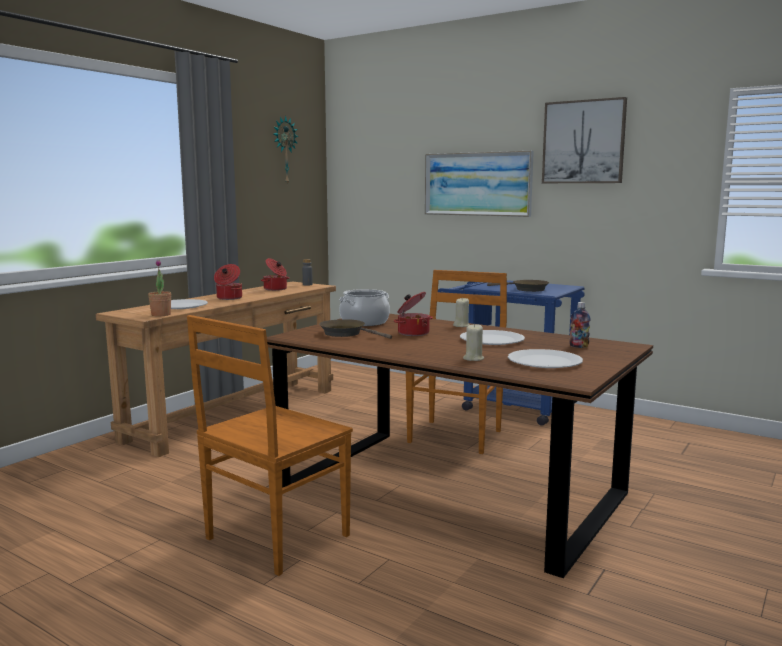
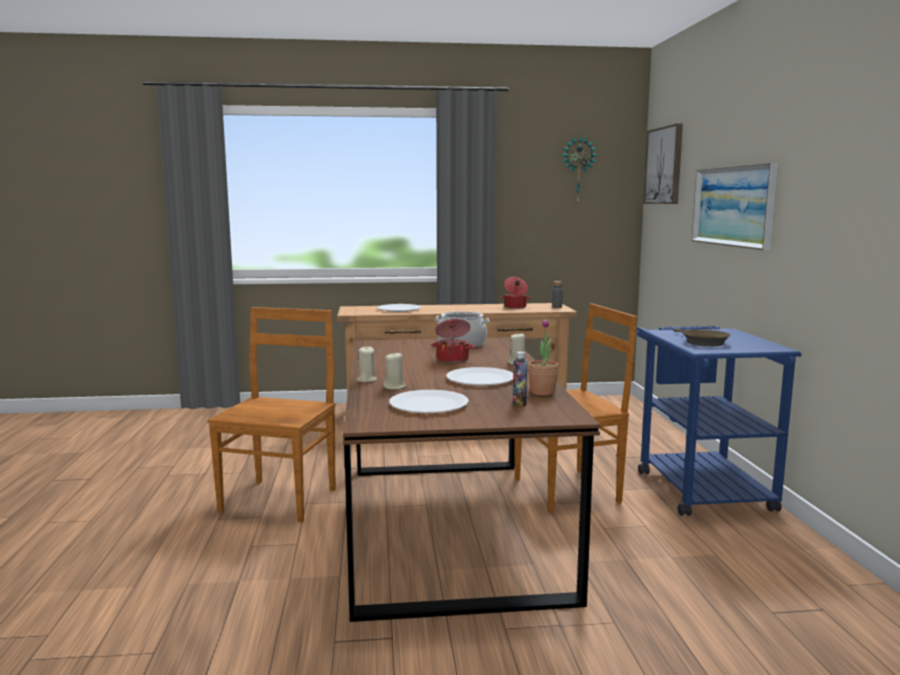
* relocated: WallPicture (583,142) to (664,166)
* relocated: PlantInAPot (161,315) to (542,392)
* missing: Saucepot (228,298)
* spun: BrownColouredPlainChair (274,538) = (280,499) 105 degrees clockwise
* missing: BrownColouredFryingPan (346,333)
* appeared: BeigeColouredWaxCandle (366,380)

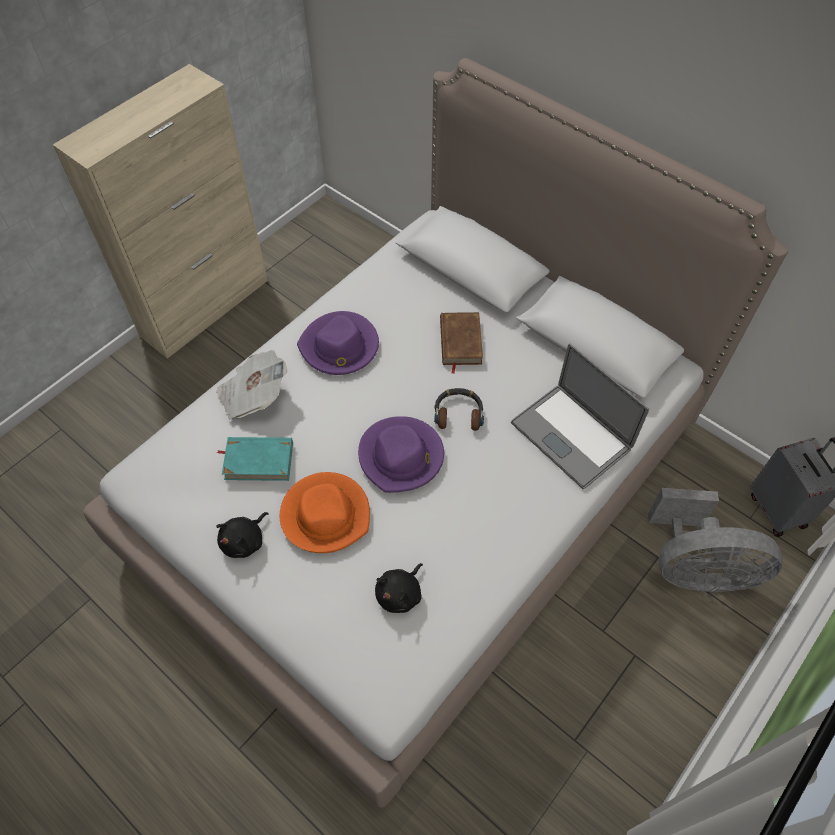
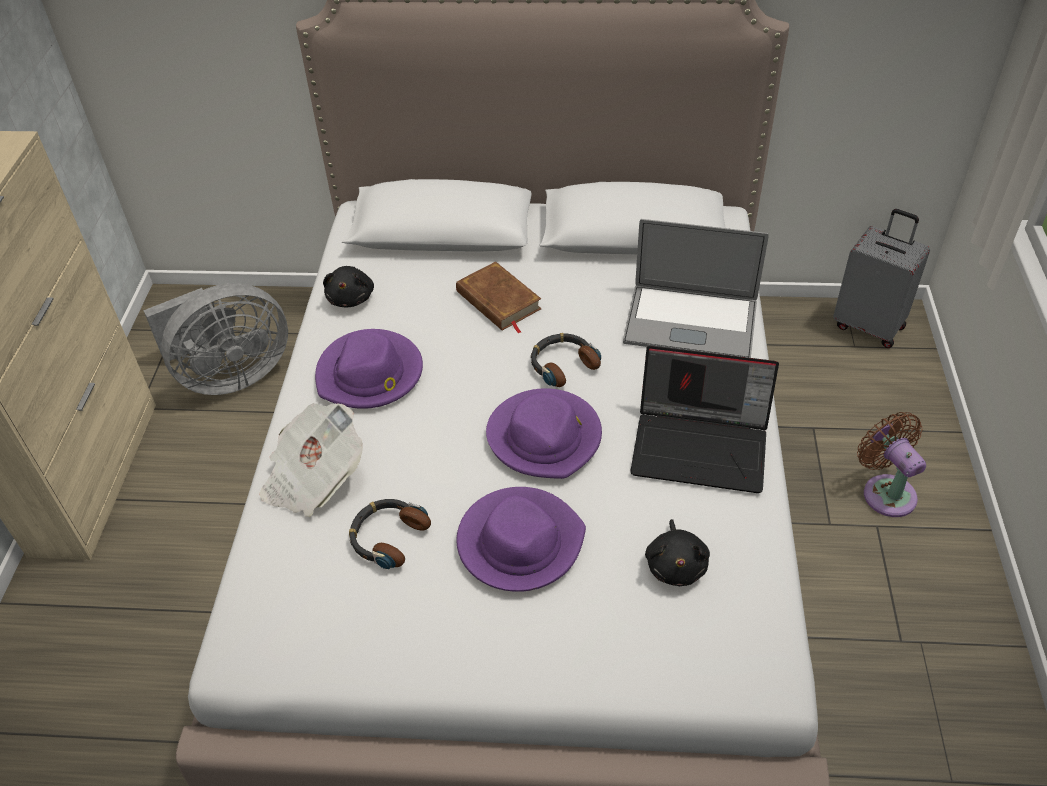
* exchanged: TurquoiseBoundBook (258,460) to PairOfHeadphones (388,537)
* colour: OrangeColouredHat (326,514) to PurpleColouredHat (519,542)
* relocated: GreyishCoolingFan (696,569) to (230,375)
* relocated: BlackCuddlyToy (245,541) to (351,298)
* appeared: NotebookComputer (702,445)
* appeared: BrownColouredCoolingFan (886,491)

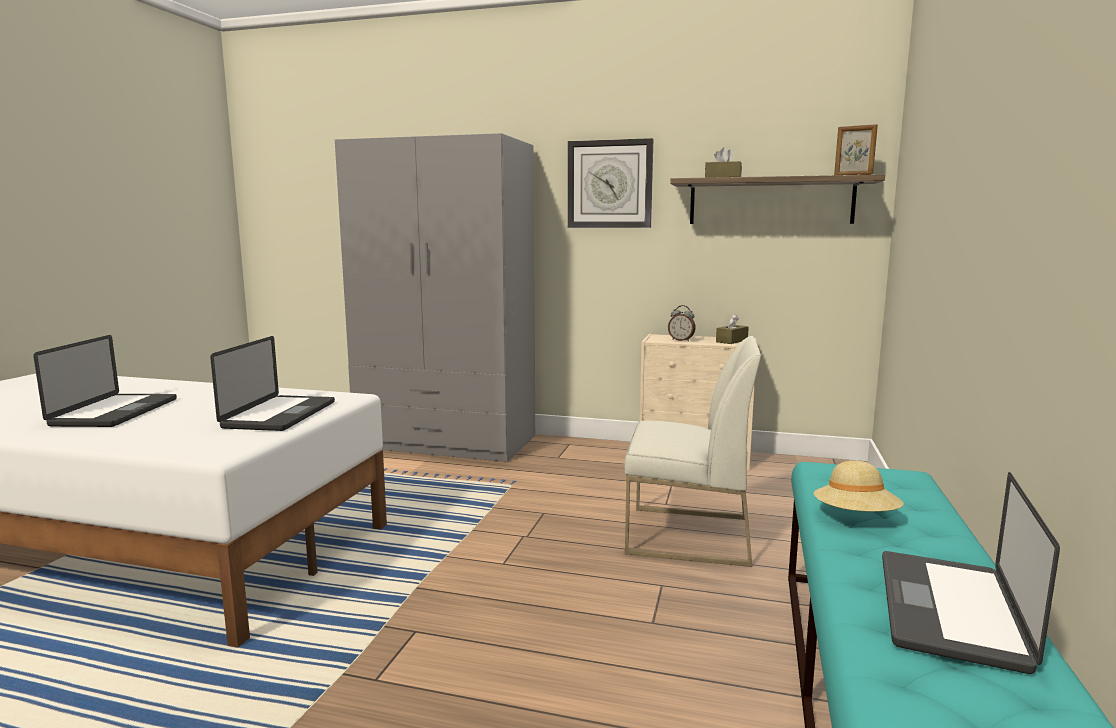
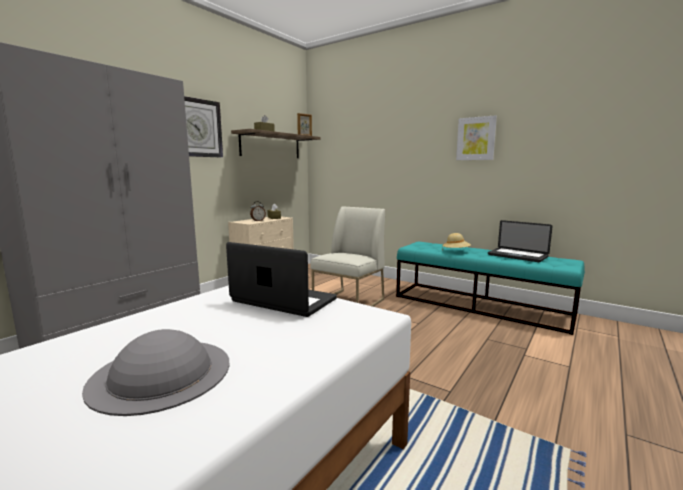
* exchanged: NotebookComputer (115,412) to GreyishHat (161,373)
* appeared: WallPicture (476,138)

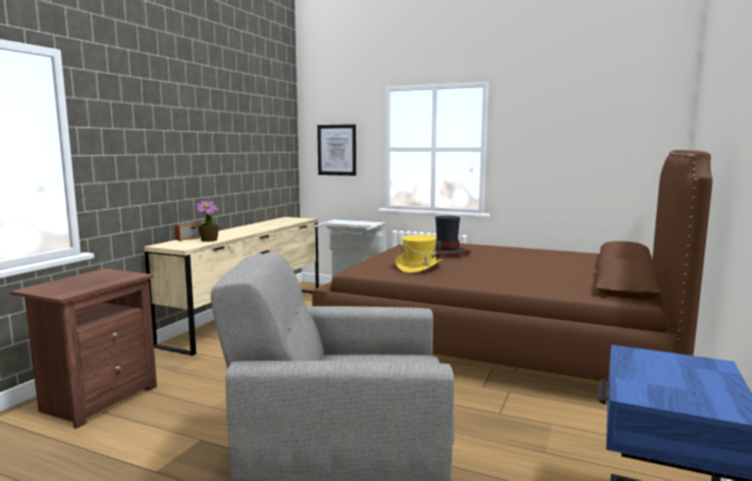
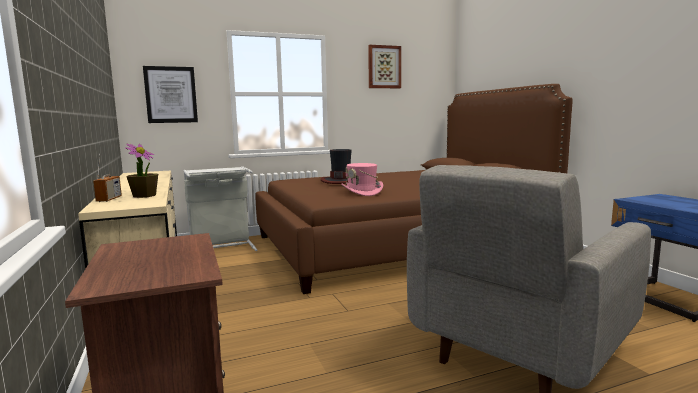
* colour: YellowishHat (419,267) to PinkishHat (362,192)
* appeared: WallPicture (384,67)

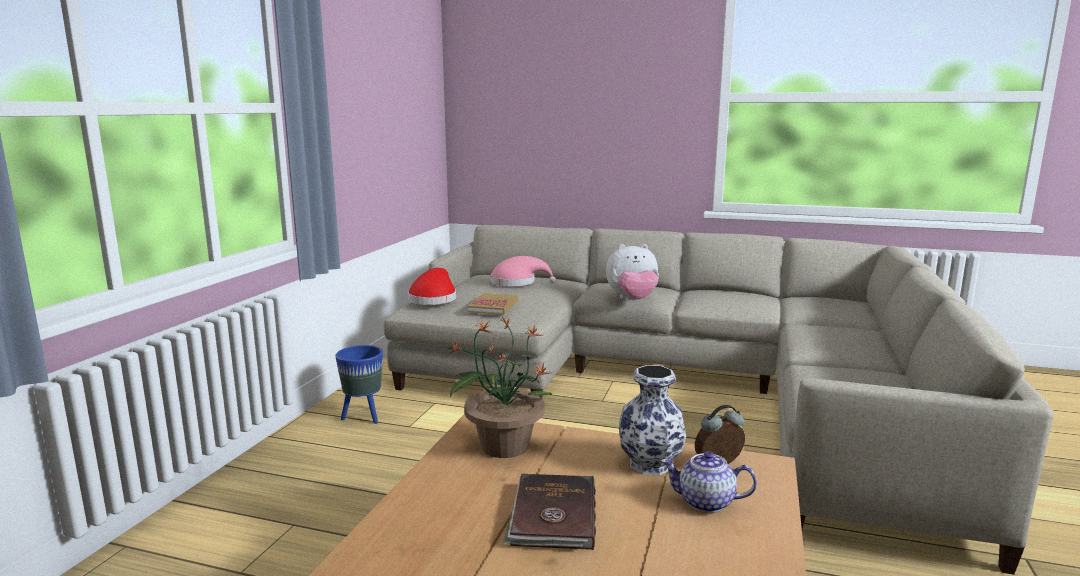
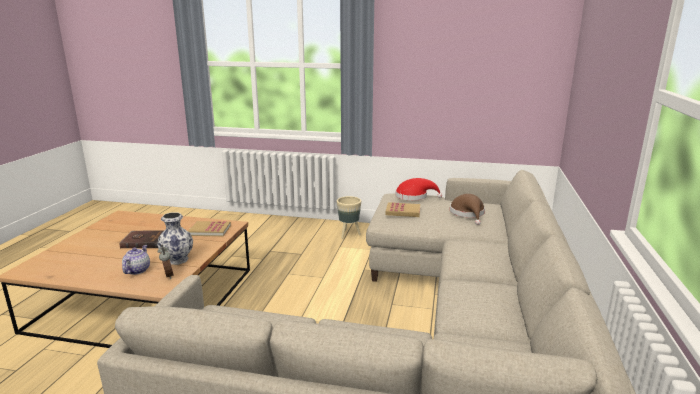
* missing: CuddlyToy (632,300)
* colour: PinkishHat (517,282) to BrownColouredHat (468,213)
* exchanged: PlantInAPot (503,445) to BoundBook (209,230)
* colour: BlueColouredPlanter (363,417) to BeigeColouredPlanter (348,234)

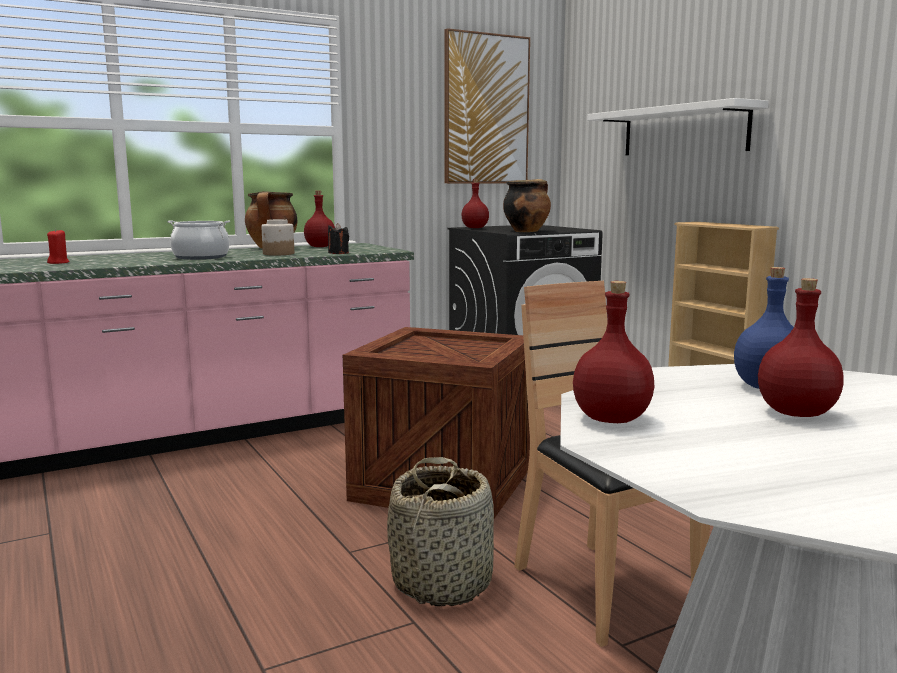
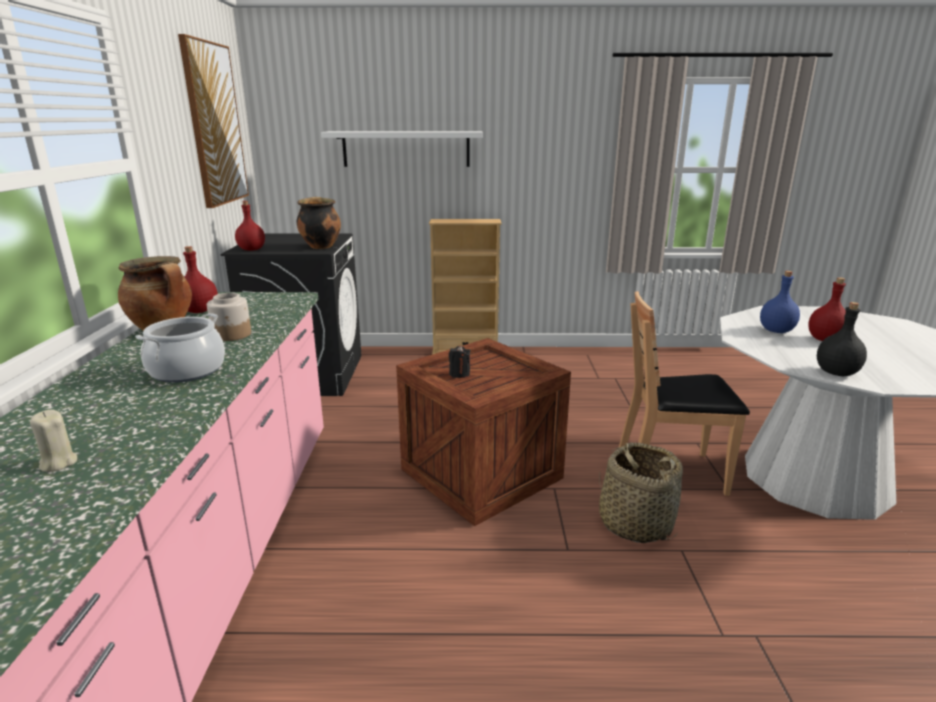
* relocated: BlackWaxCandle (338,253) to (459,374)
* colour: RedWaxCandle (58,263) to BeigeColouredWaxCandle (58,463)
* colour: RedBottle (612,419) to BlackBottle (837,372)

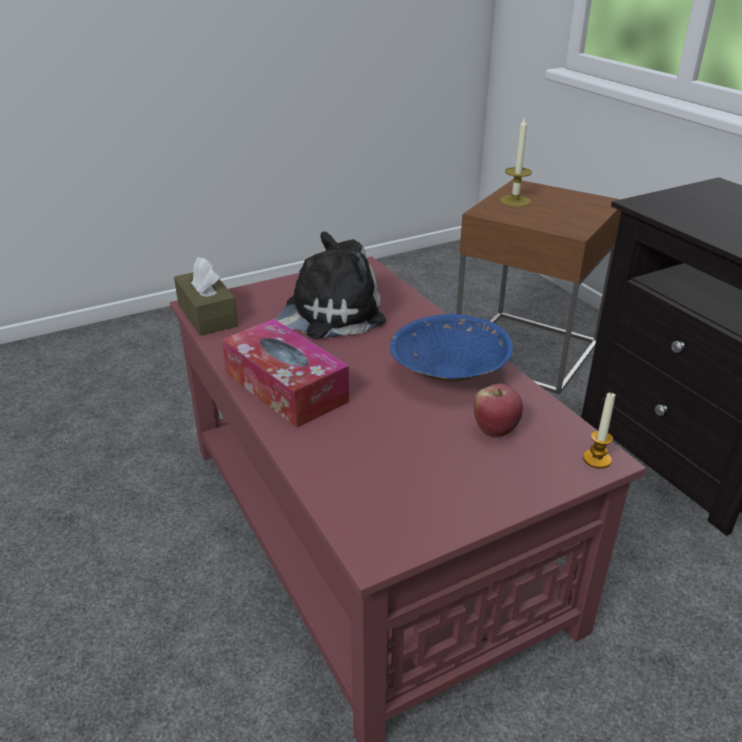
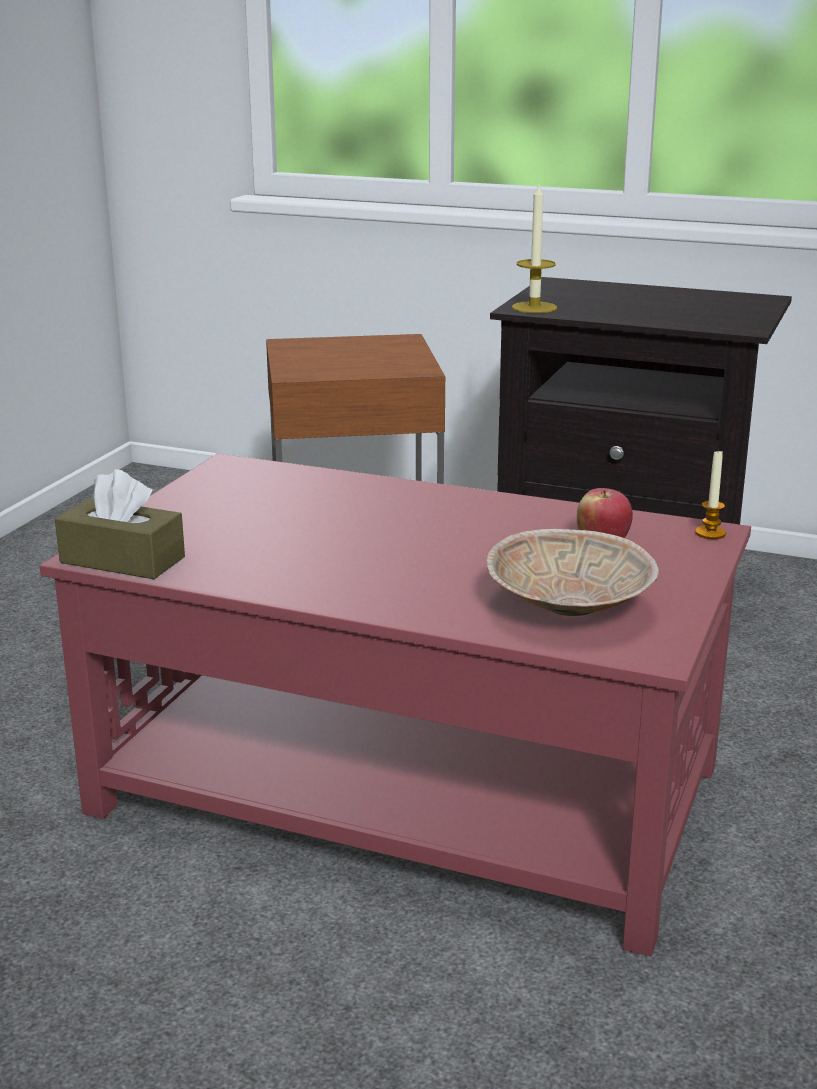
* relocated: WaxCandle (515,201) to (534,307)
* missing: CuddlyToy (327,314)
* missing: BlueColouredDeepDish (448,373)
* missing: TissueHolder (286,387)
* appeared: BeigeColouredDeepDish (569,609)

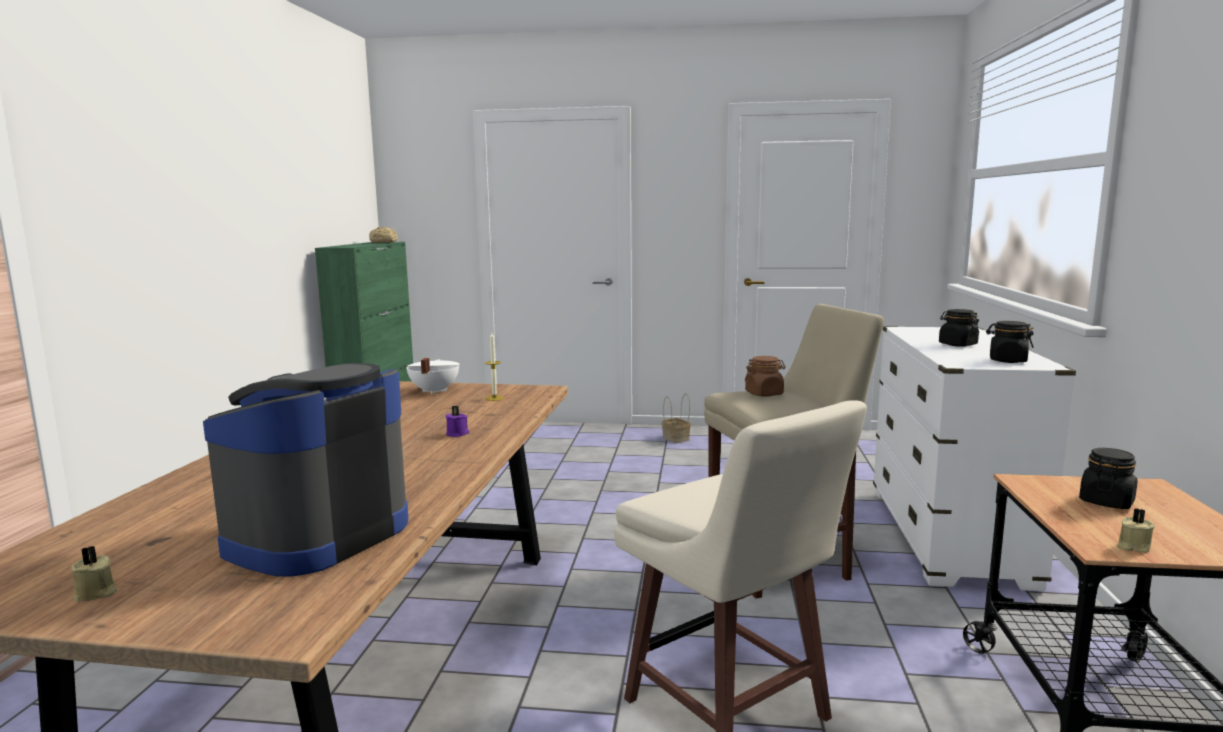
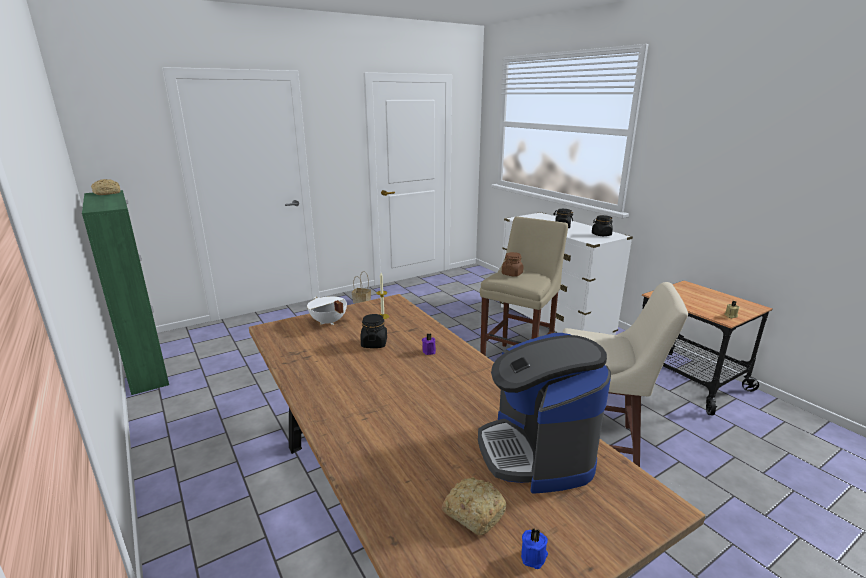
* relocated: BlackPreserveJar (1106,501) to (374,343)
* colour: BeigeColouredWaxCandle (96,593) to BlueColouredWaxCandle (534,556)
* appeared: BakeryBread (473,512)

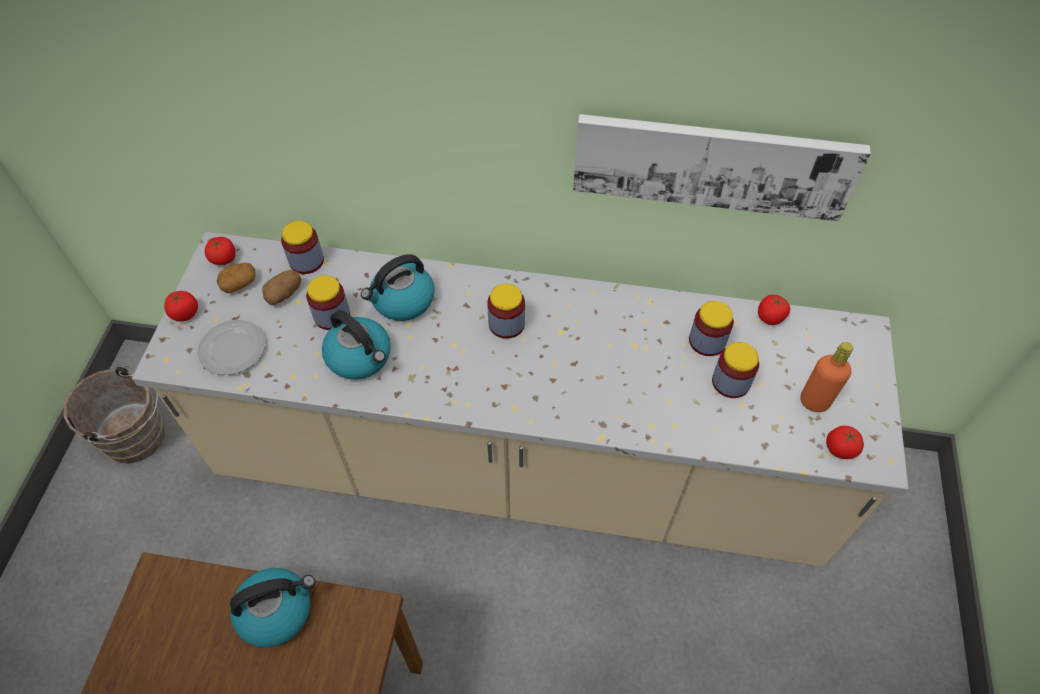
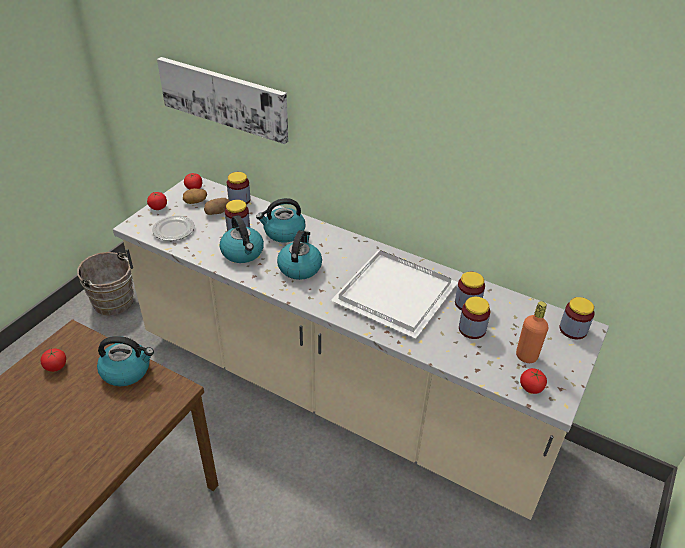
* relocated: WallPicture (713,164) to (224,98)
* relocated: PreserveJar (506,324) to (573,329)
* relocated: Tomato (770,317) to (56,366)
* appeared: Kettle (299,267)
* appeared: WhiteServingTray (392,294)

